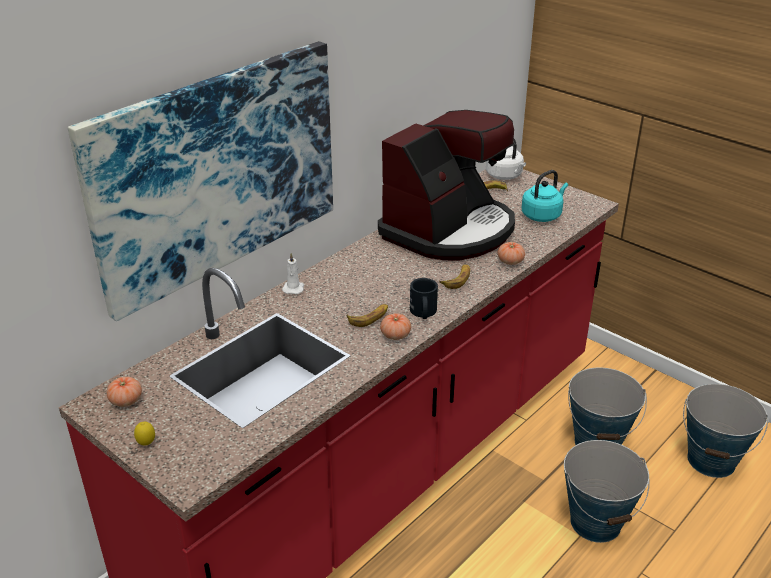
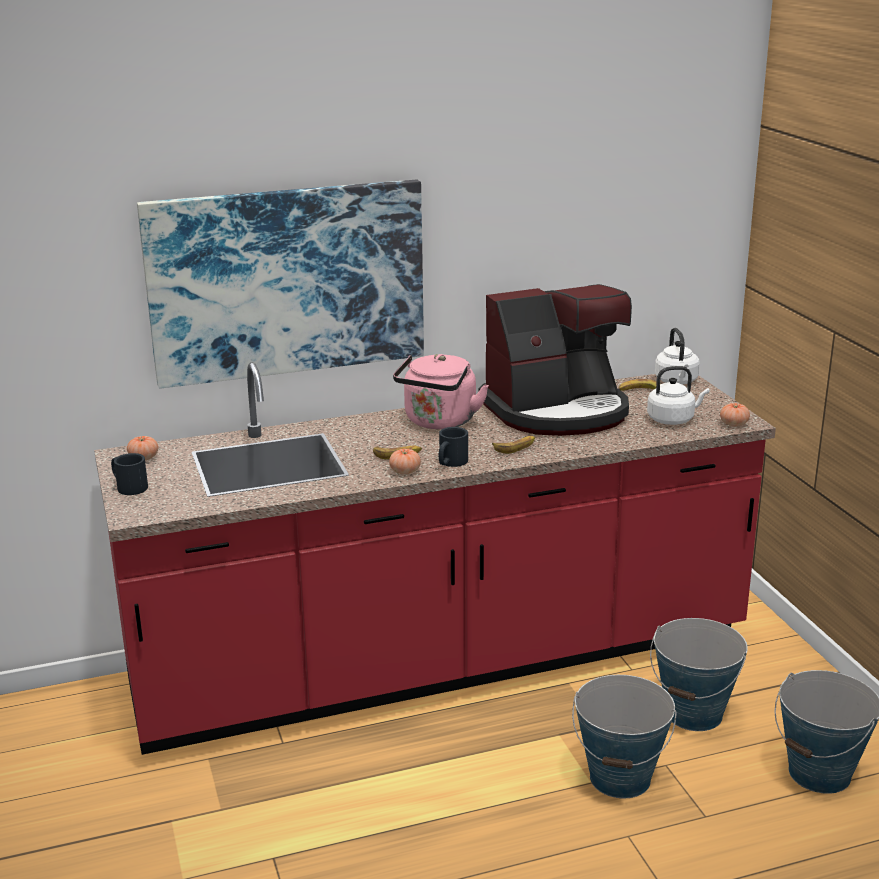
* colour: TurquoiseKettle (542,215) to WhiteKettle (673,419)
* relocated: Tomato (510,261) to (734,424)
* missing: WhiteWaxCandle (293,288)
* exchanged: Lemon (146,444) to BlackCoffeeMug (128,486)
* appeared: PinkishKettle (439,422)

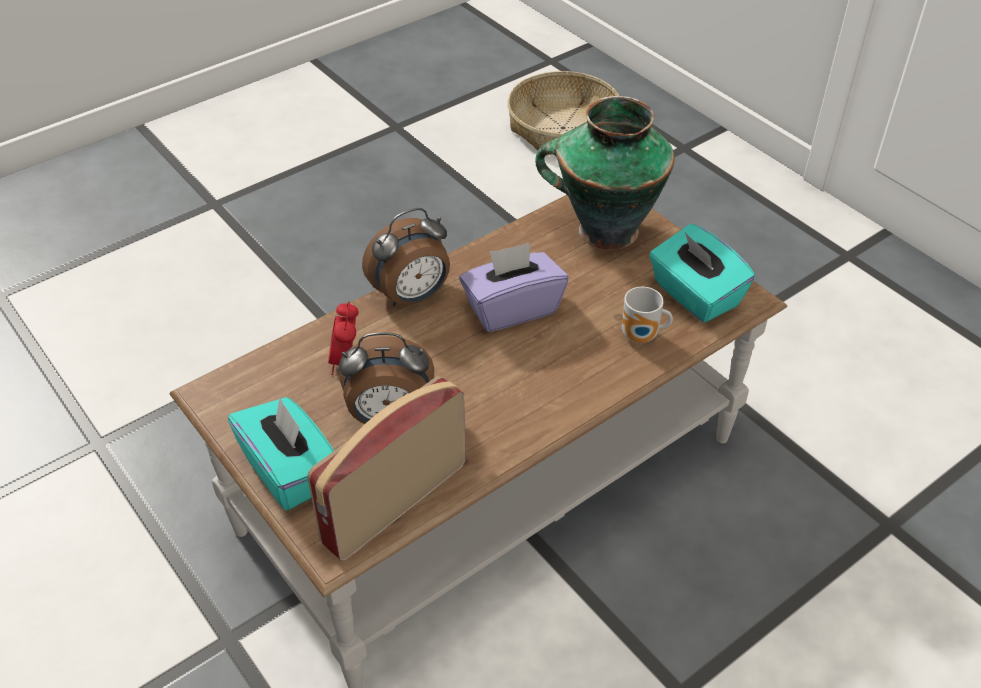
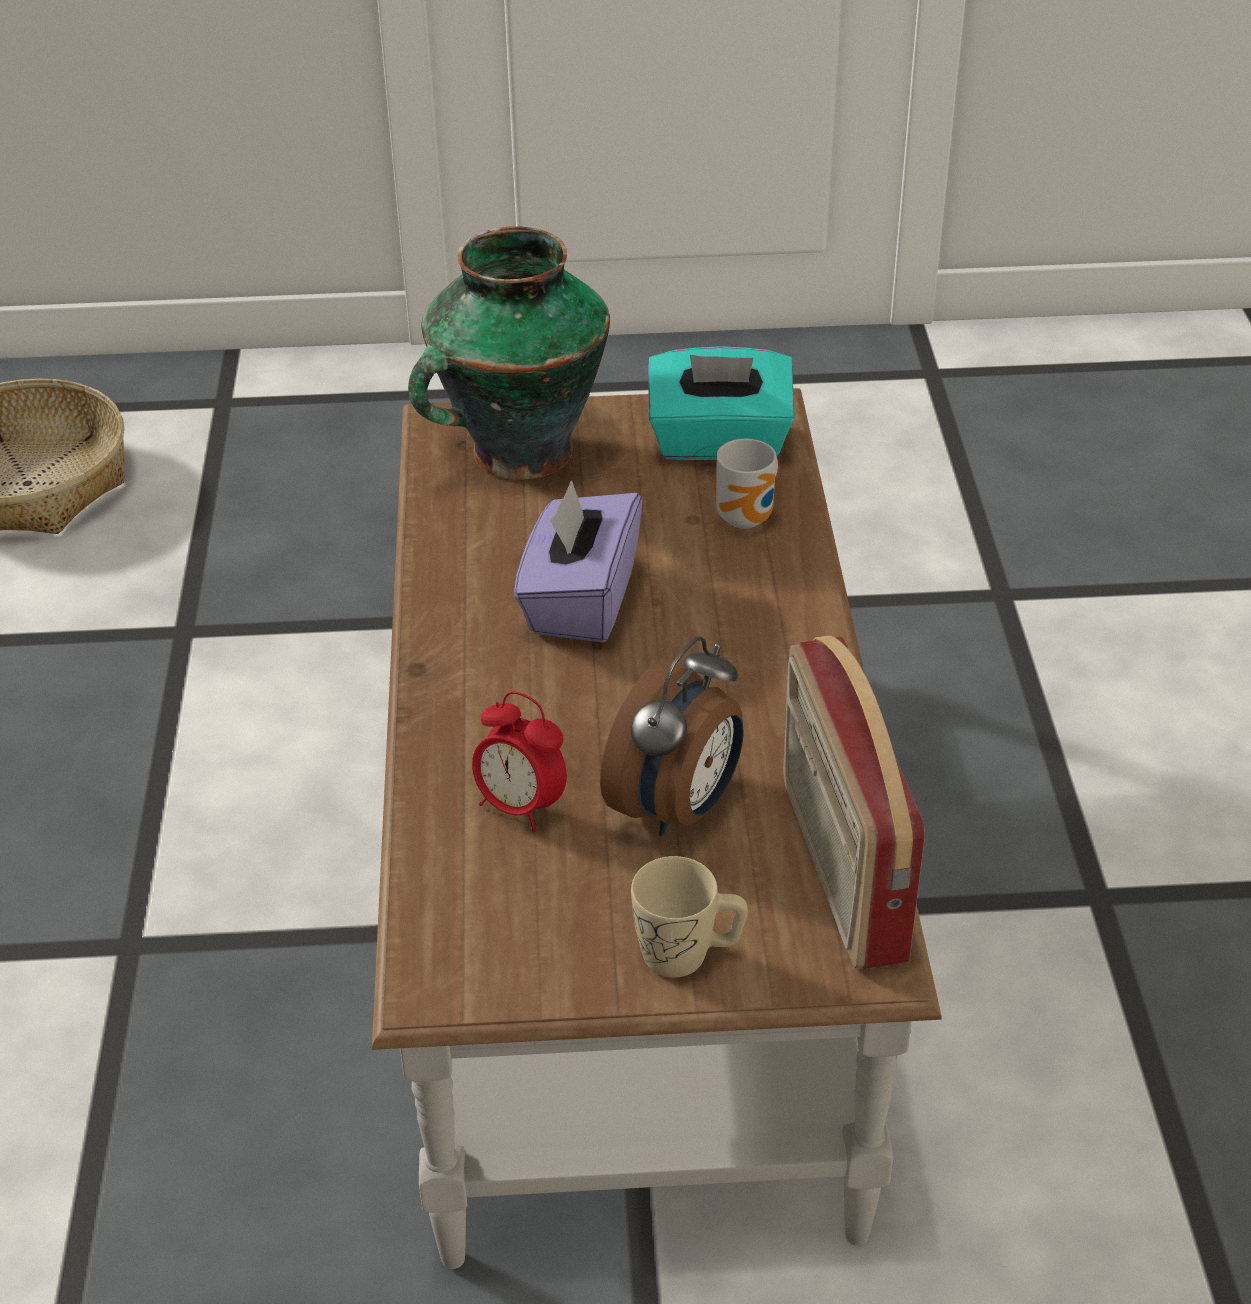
* missing: BedsideClock (412,297)
* exchanged: TurquoiseTissueHolder (290,471) to BeigeColouredCoffeeMug (688,954)

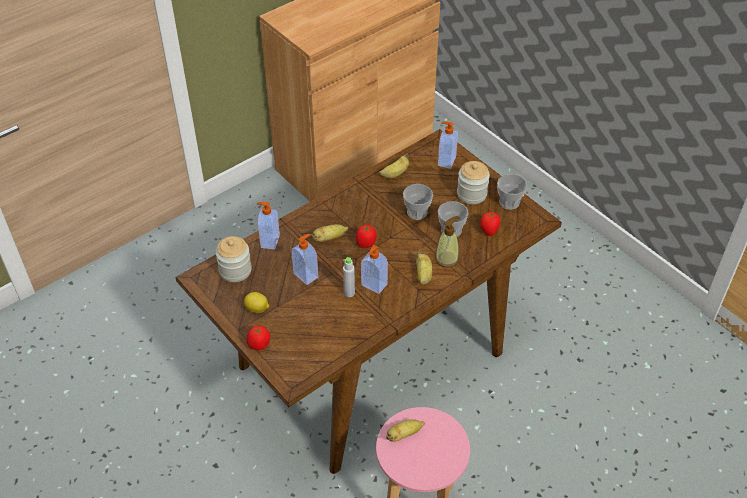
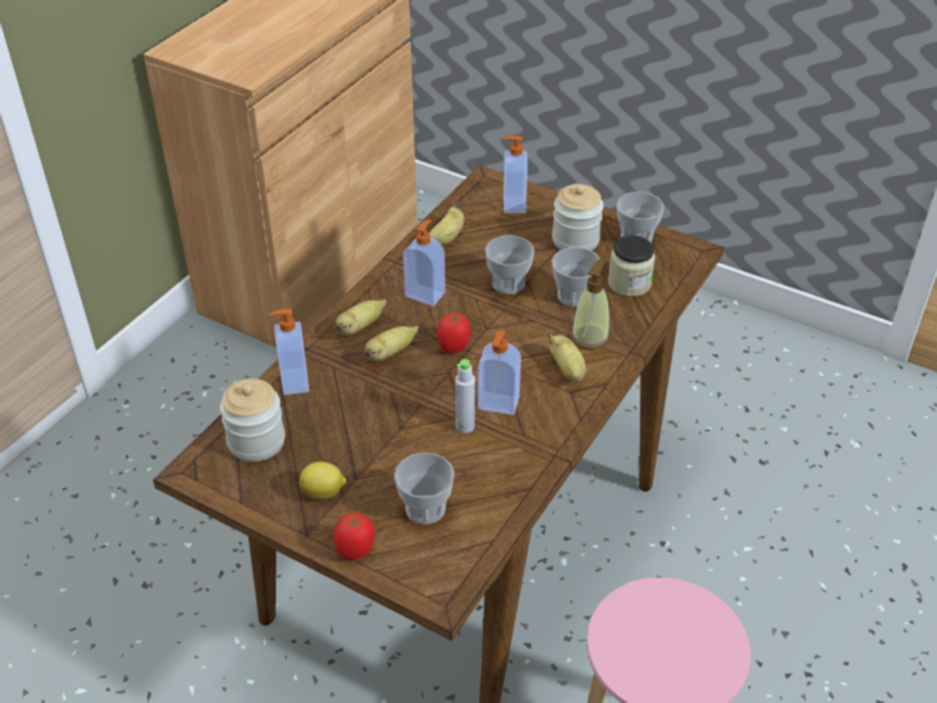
* exchanged: Tomato (489,231) to PreserveJar (629,283)
* relocated: LiquidSoapBottle (306,275) to (425,294)
* relocated: WholeBanana (404,434) to (360,327)
* appeared: SmallCup (425,509)

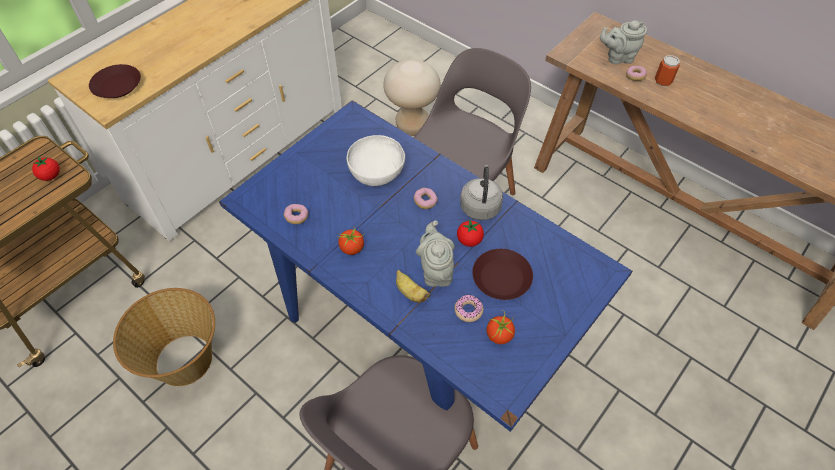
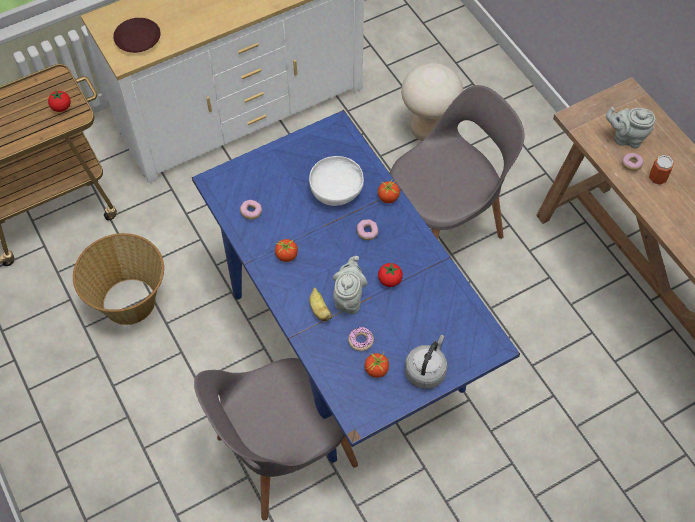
* relocated: GreyishKettle (480,205) to (426,370)
* missing: BrownColouredPlate (502,277)
* appeared: Tomato (388,198)

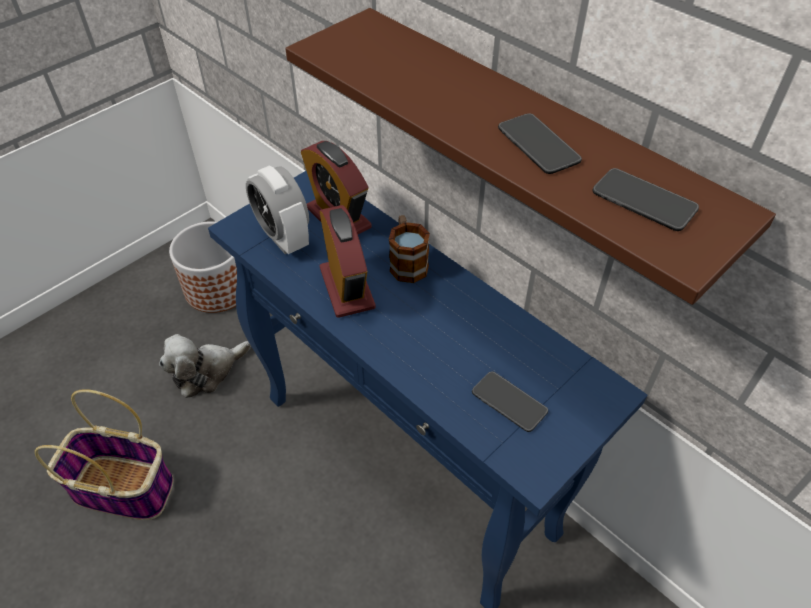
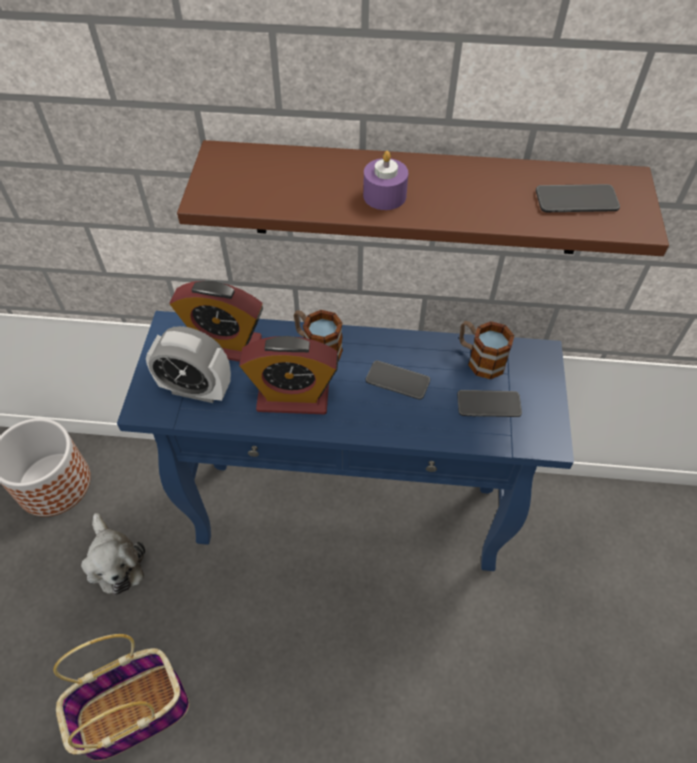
* relocated: Phone (538,145) to (397,380)
* spun: BedsideClock (347,288) = (293,398) 150 degrees clockwise
* spun: CuddlyToy (206,372) = (115,561) 45 degrees counterclockwise
* appeared: PurpleColouredWaxCandle (384,195)
* appeared: CoffeeMug (479,359)

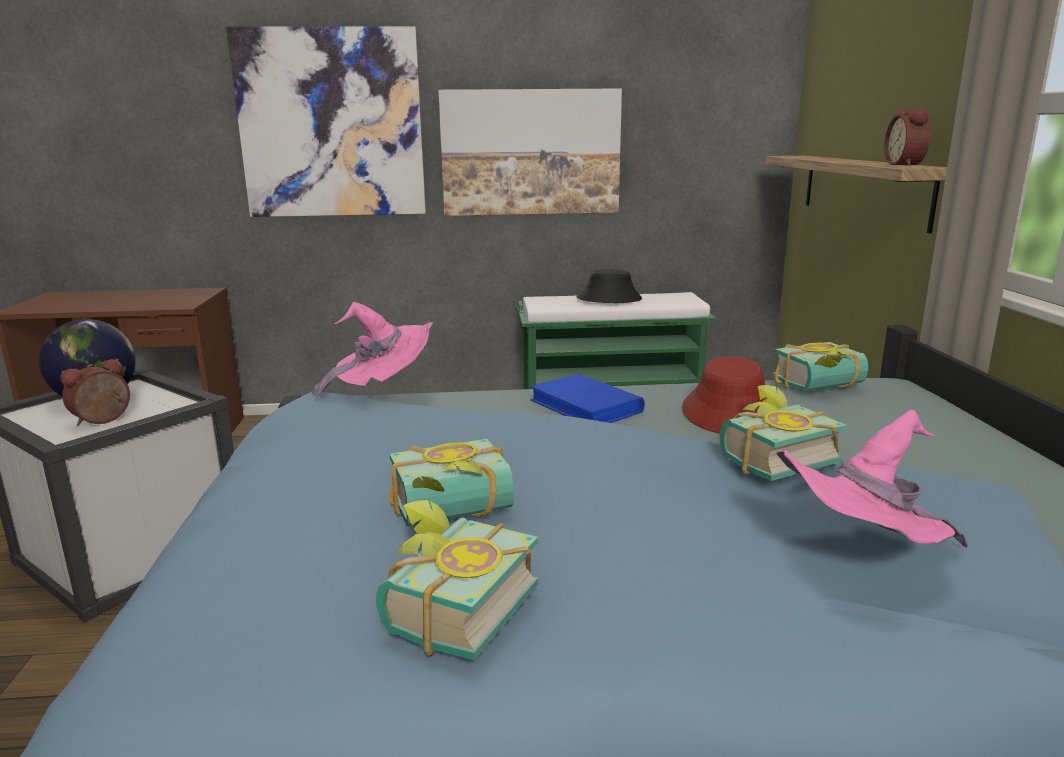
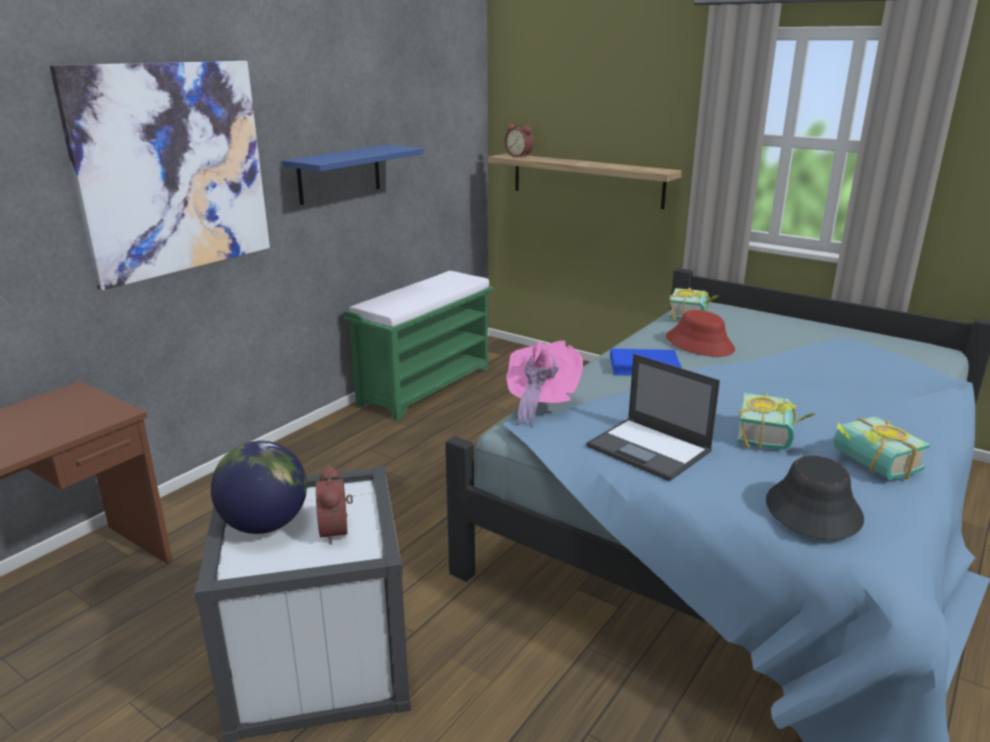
* exchanged: WallPicture (530,152) to BlueColouredShelf (339,174)
* relocated: BedsideClock (906,165) to (520,156)
* relocated: BlackHat (609,299) to (812,510)
* missing: BoundBook (770,459)
* missing: PinkishHat (862,556)
* appeared: NotebookComputer (650,449)

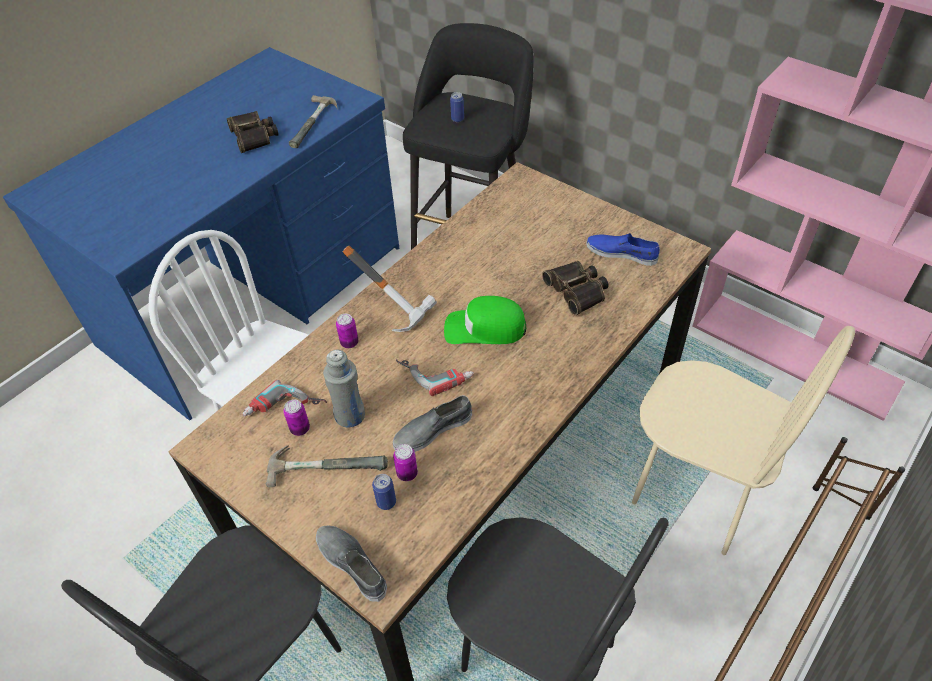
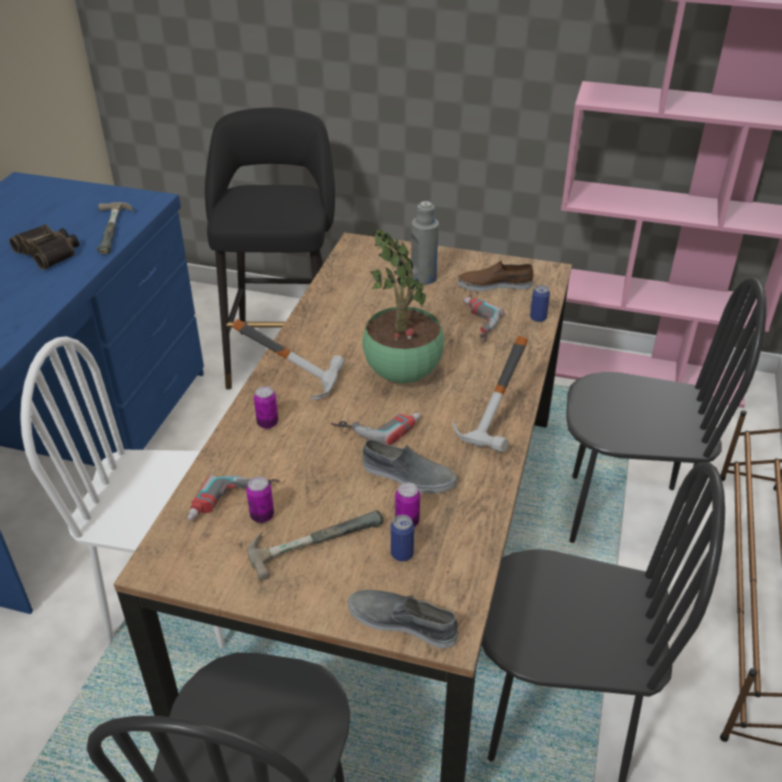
* relocated: Can (457,119) to (538,318)
* colour: BlueColouredShoe (621,253) to BrownColouredShoe (494,284)
* exchanged: FieldGlasses (577,290) to ElectricDrill (474,323)
* exchanged: GreenishPeakedCap (484,328) to PlantInAPot (404,376)
* colour: BeigeColouredPlainChair (696,493) to BlackPlainChair (623,515)
* relocated: GreyishBottle (350,415) to (423,278)
* spun: GreyishShoe (432,430) = (408,476) 105 degrees counterclockwise
* appeared: ToolHammer (501,426)

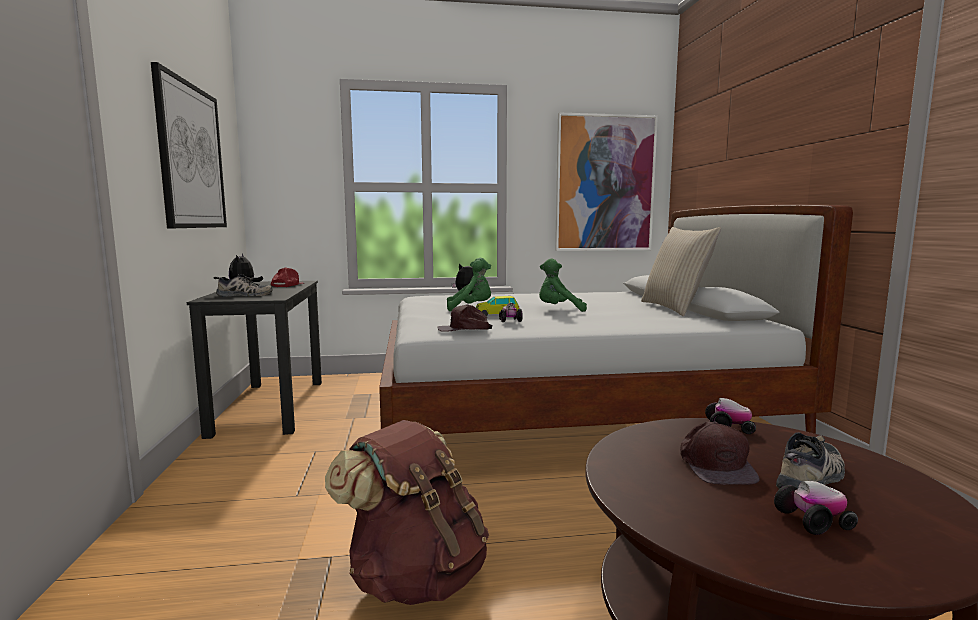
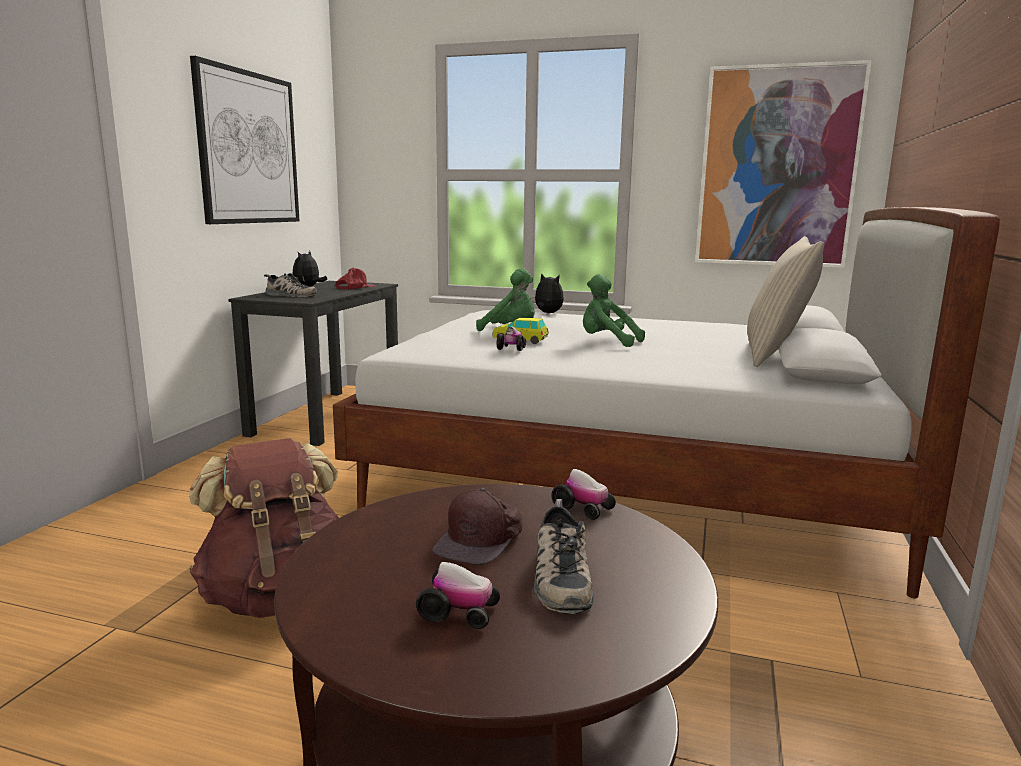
* missing: BrownColouredPeakedCap (464,329)
* spun: Shoe (812,478) = (558,576) 105 degrees clockwise

